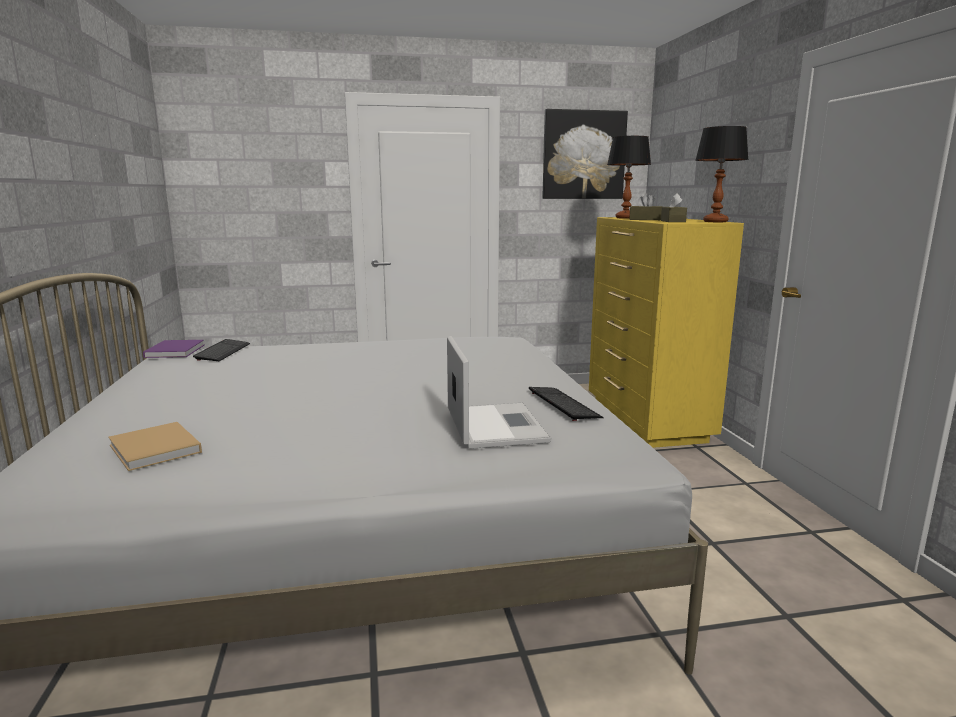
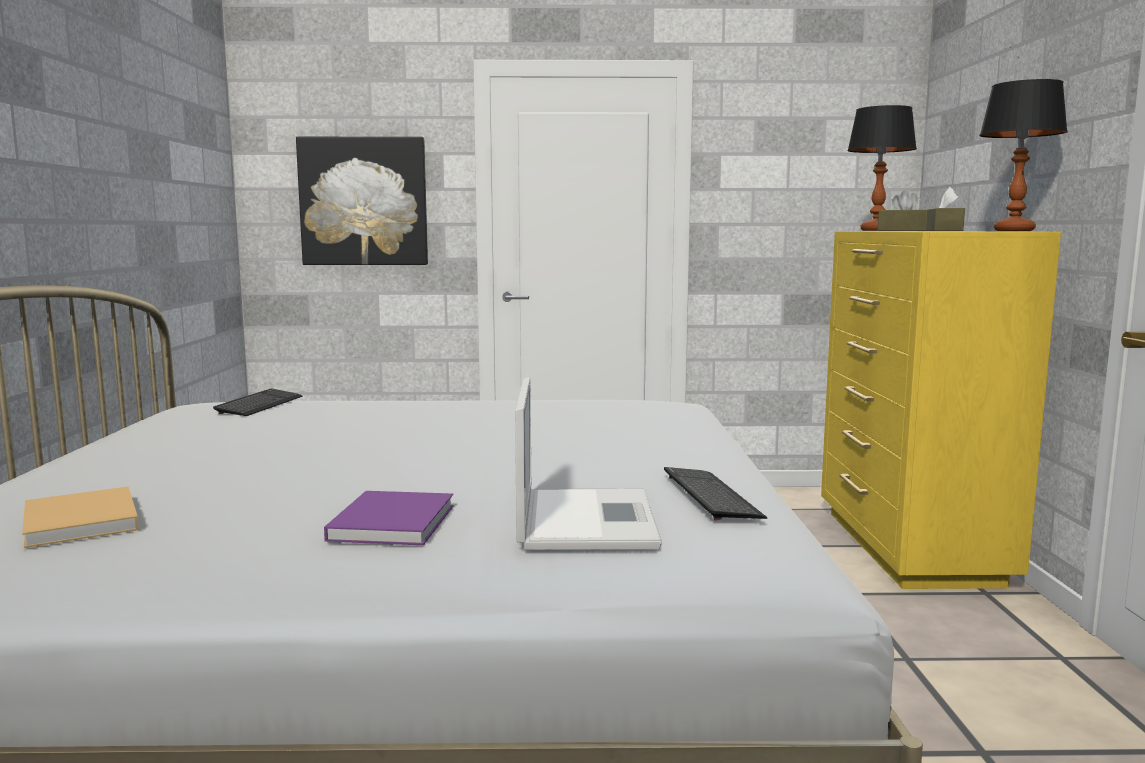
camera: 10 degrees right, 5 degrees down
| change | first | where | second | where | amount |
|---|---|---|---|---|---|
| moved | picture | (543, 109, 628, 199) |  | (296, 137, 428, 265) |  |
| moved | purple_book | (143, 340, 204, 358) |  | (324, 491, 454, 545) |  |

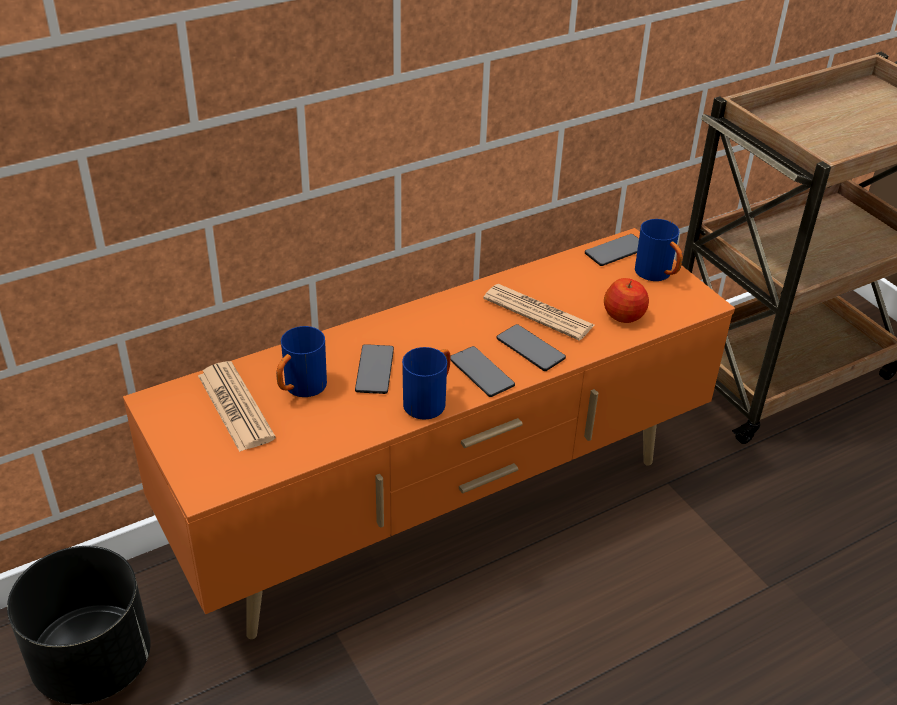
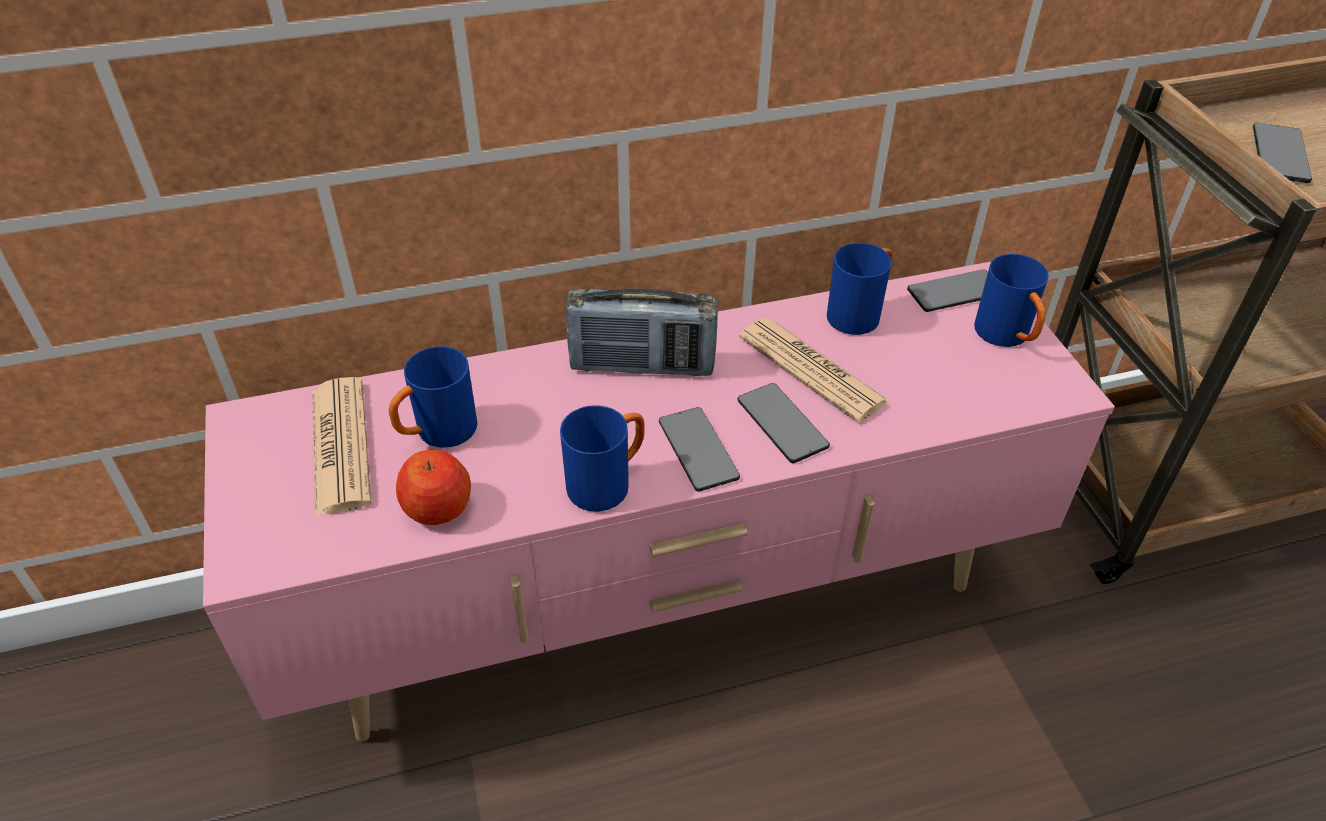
camera: 15 degrees right, 5 degrees up
| change | first | where | second | where | amount |
|---|---|---|---|---|---|
| recoloured | orange_tv_unit | (123, 228, 735, 639) | pink-coloured_tv_unit | (203, 262, 1115, 742) |  |
| moved | apple | (604, 278, 649, 323) |  | (396, 450, 471, 525) |  |
| moved | handset | (355, 344, 394, 394) |  | (1253, 123, 1312, 183) |  |
| removed | blackish_planter | (7, 546, 151, 704) |  |  |  |
| added |  |  | blue-coloured_coffee_mug | (827, 243, 893, 335) |  |
| added |  |  | radio | (566, 288, 718, 376) |  |

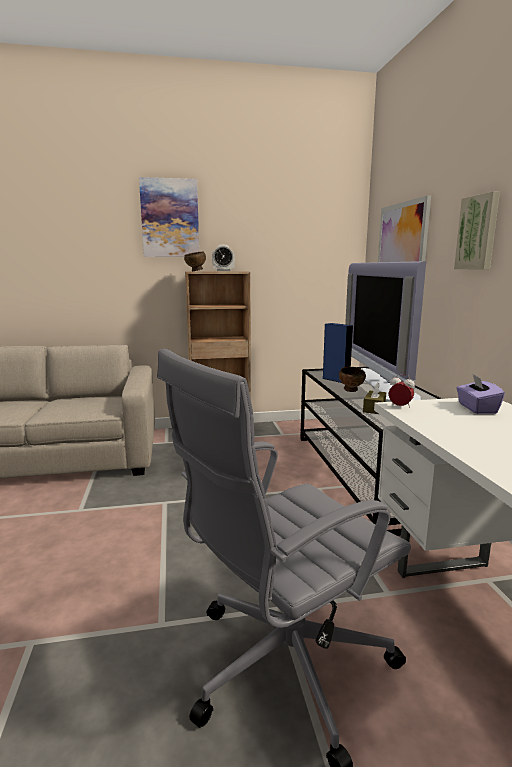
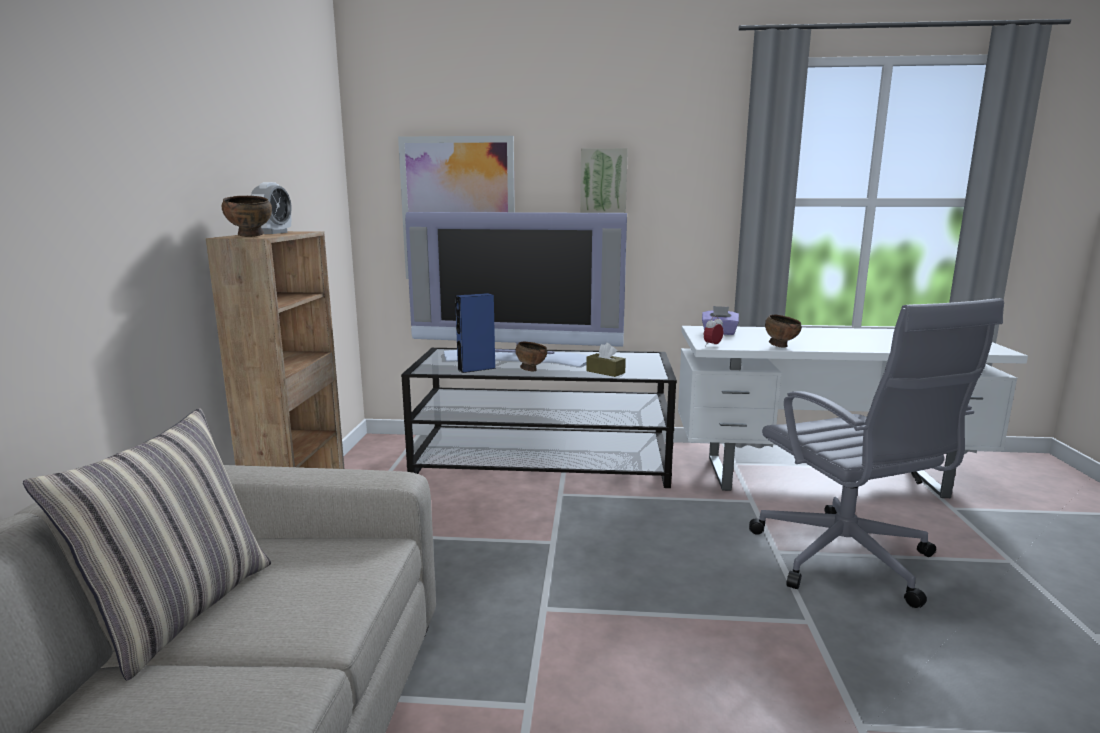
camera: 75 degrees left, 0 degrees up
| change | first | where | second | where | amount |
|---|---|---|---|---|---|
| removed | picture | (139, 177, 199, 257) |  |  |  |
| added |  |  | brownish_serving_bowl | (765, 315, 802, 348) |  |
| added |  |  | pillow | (23, 408, 271, 681) |  |

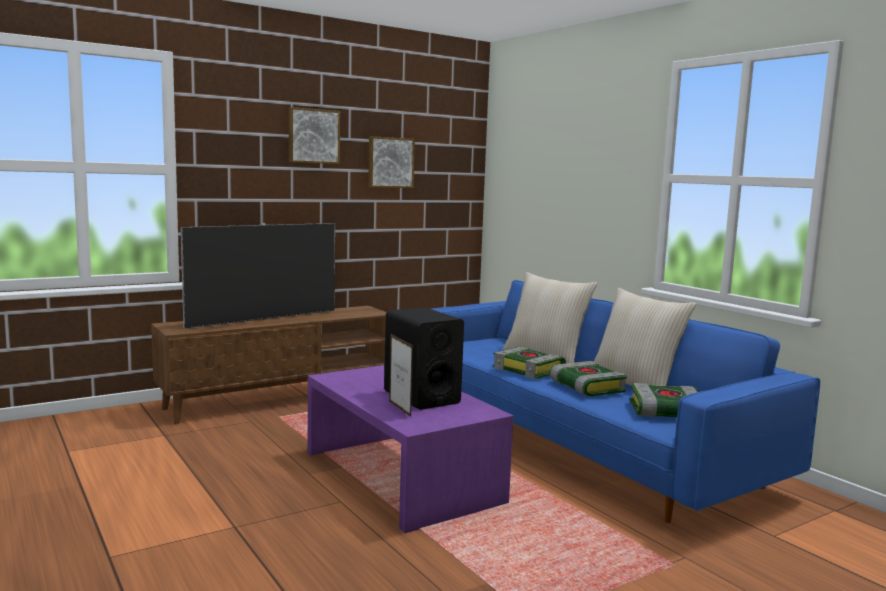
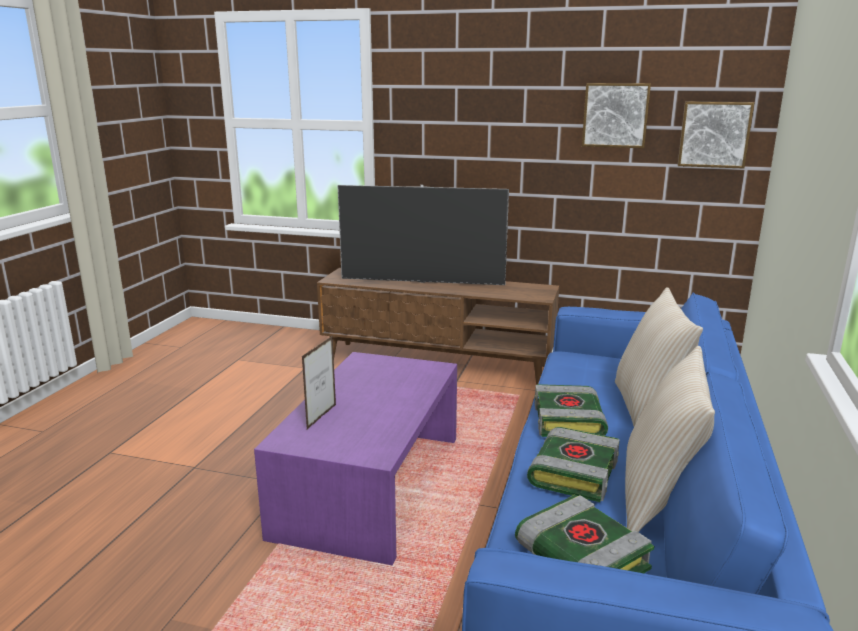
camera: 50 degrees right, 10 degrees up
| change | first | where | second | where | amount |
|---|---|---|---|---|---|
| moved | picture | (289, 107, 340, 164) |  | (678, 101, 754, 169) |  |
| removed | blackish_audio_speaker | (384, 307, 464, 410) |  |  |  |

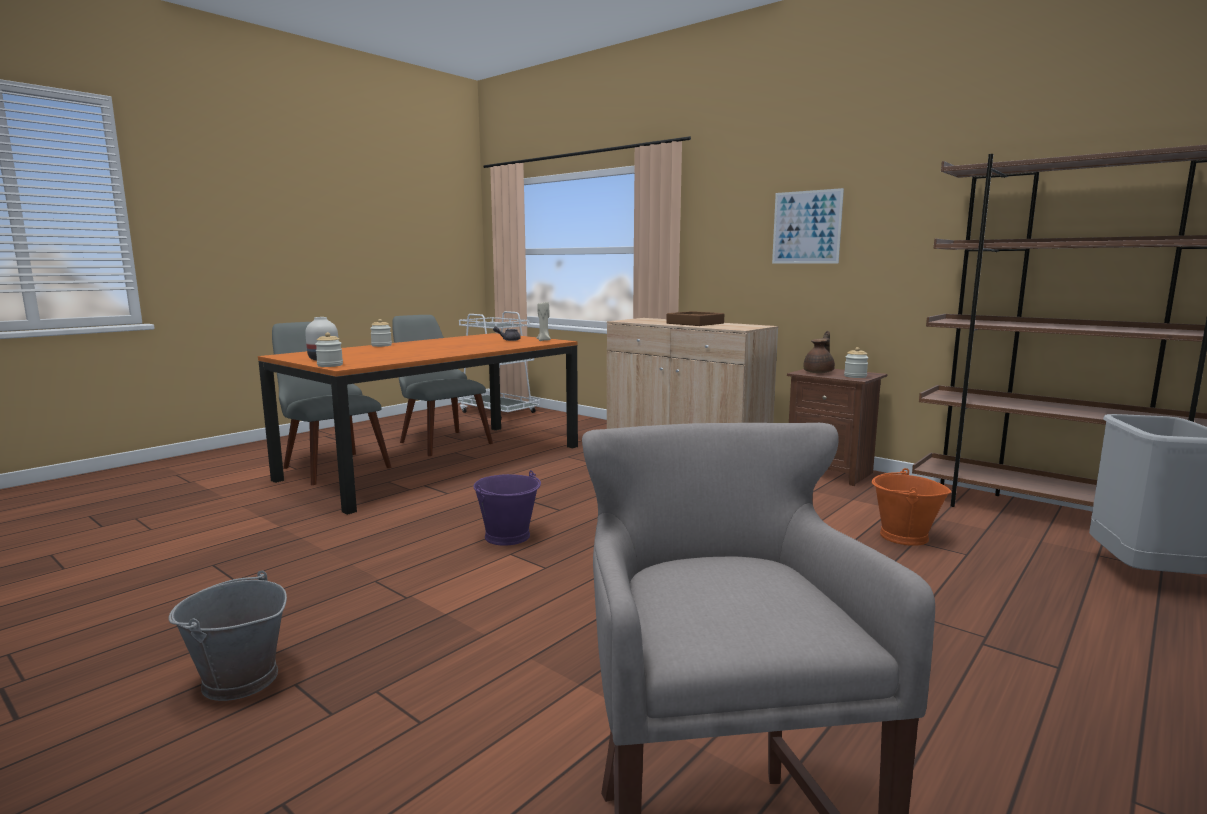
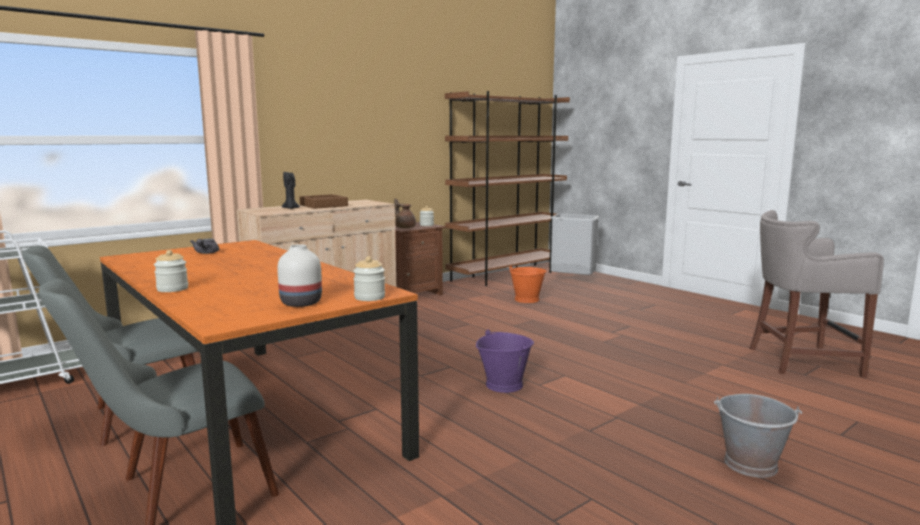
camera: 80 degrees left, 0 degrees up
| change | first | where | second | where | amount |
|---|---|---|---|---|---|
| removed | picture | (772, 188, 844, 264) |  |  |  |
| removed | beige-coloured_wax_light | (537, 302, 551, 341) |  |  |  |
| added |  |  | blackish_wax_light | (282, 172, 300, 209) |  |

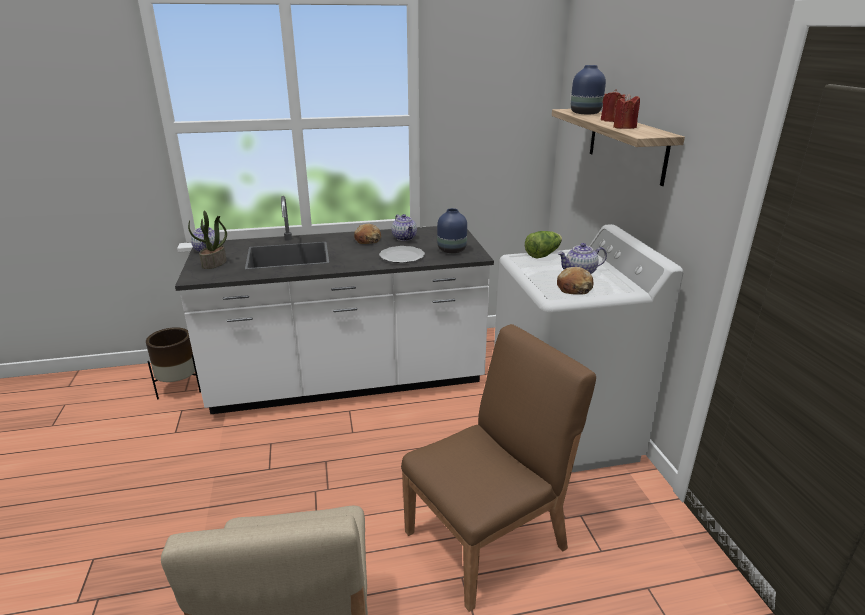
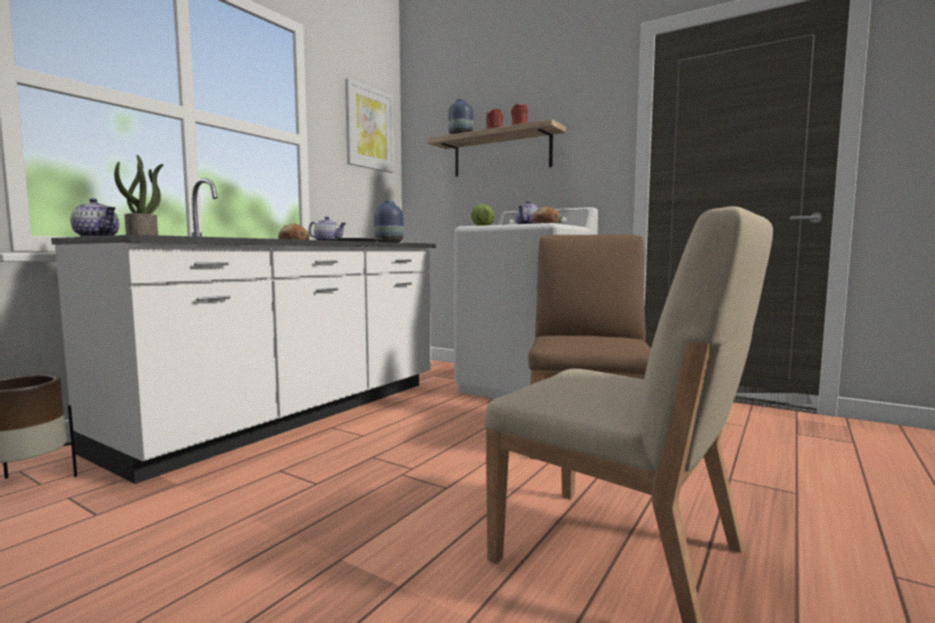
camera: 45 degrees left, 20 degrees down
| change | first | where | second | where | amount |
|---|---|---|---|---|---|
| added |  |  | picture | (345, 78, 394, 173) |  |

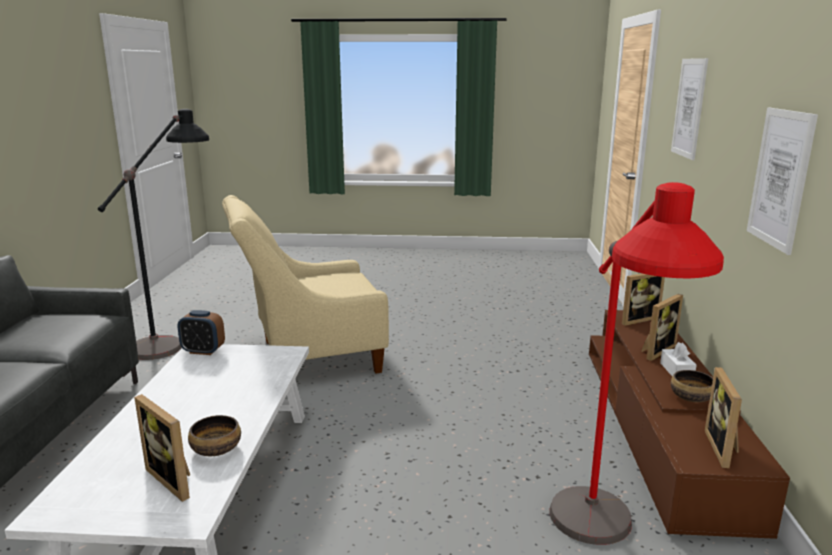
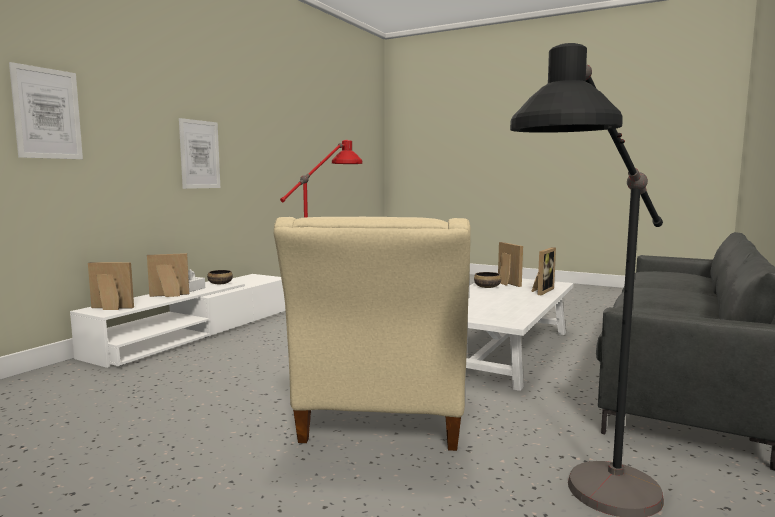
camera: 155 degrees left, 10 degrees down
| change | first | where | second | where | amount |
|---|---|---|---|---|---|
| turned | beige-coloured_easy_chair | (222, 195, 389, 373) |  | (274, 217, 471, 451) | 90 degrees clockwise |
| removed | alarm_clock | (178, 310, 225, 355) |  |  |  |
| recoloured | brownish_tv_unit | (589, 310, 790, 539) | white-coloured_tv_unit | (70, 274, 285, 368) |  |
| moved | picture_frame | (705, 367, 742, 468) |  | (531, 247, 556, 296) |  |

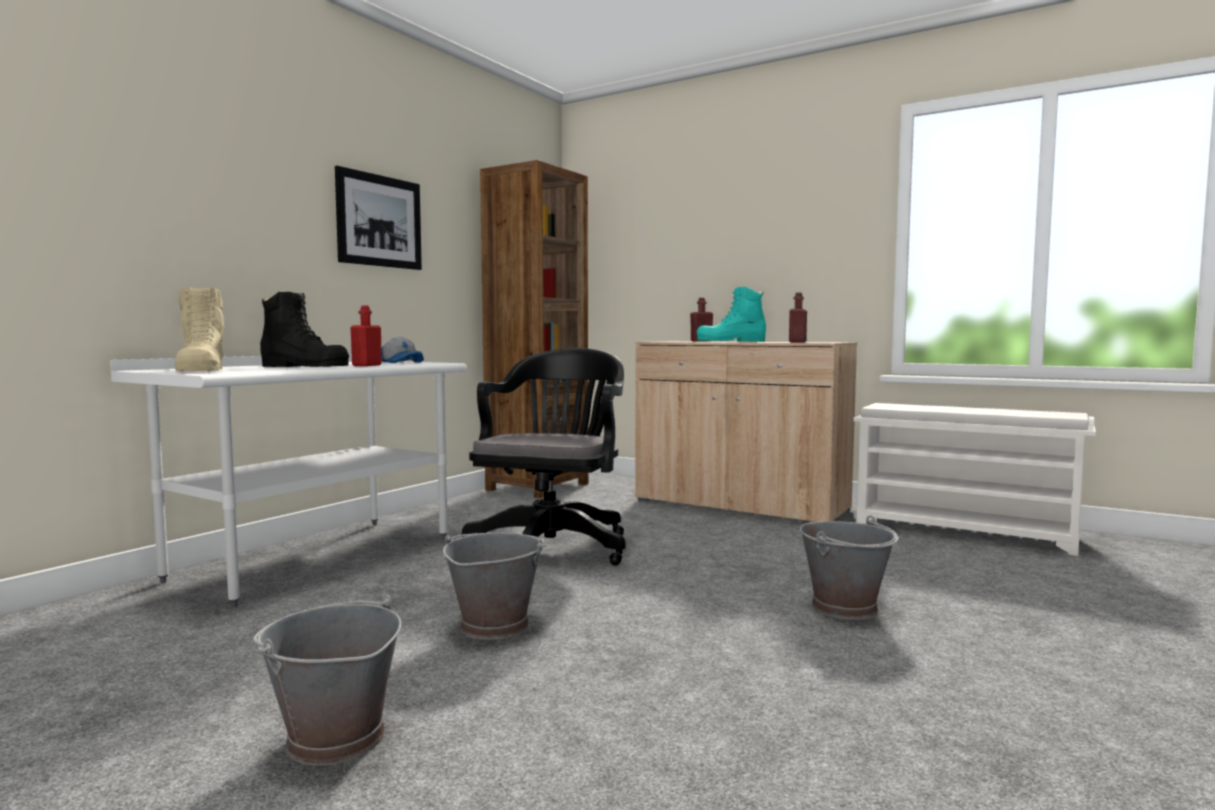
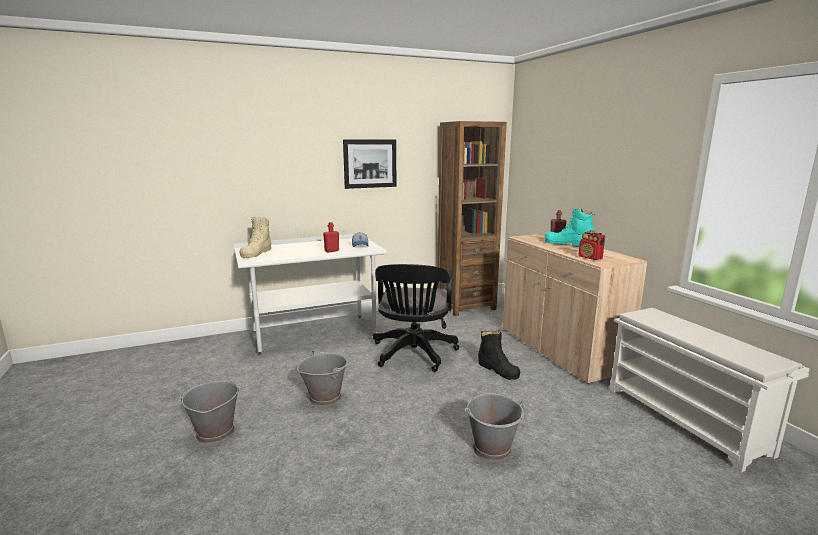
camera: 35 degrees right, 10 degrees up
| change | first | where | second | where | amount |
|---|---|---|---|---|---|
| moved | blackish_boot | (260, 292, 349, 367) |  | (478, 330, 520, 380) |  |
| replaced | red-coloured_beverage_bottle | (789, 292, 807, 343) | radio | (579, 230, 605, 260) |  |
| turned | blackish_computer_chair | (462, 348, 625, 566) |  | (373, 264, 459, 372) | 135 degrees clockwise |

